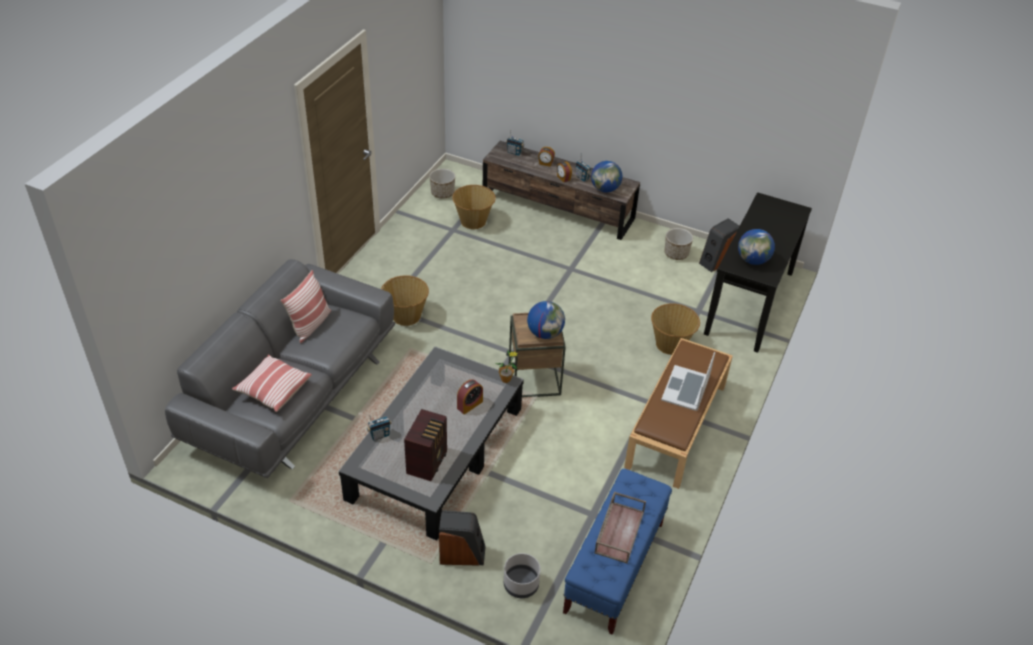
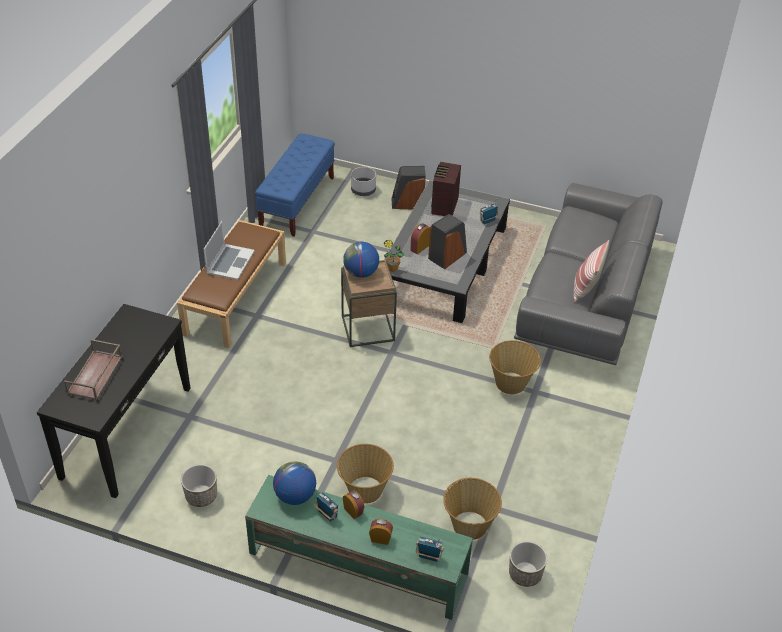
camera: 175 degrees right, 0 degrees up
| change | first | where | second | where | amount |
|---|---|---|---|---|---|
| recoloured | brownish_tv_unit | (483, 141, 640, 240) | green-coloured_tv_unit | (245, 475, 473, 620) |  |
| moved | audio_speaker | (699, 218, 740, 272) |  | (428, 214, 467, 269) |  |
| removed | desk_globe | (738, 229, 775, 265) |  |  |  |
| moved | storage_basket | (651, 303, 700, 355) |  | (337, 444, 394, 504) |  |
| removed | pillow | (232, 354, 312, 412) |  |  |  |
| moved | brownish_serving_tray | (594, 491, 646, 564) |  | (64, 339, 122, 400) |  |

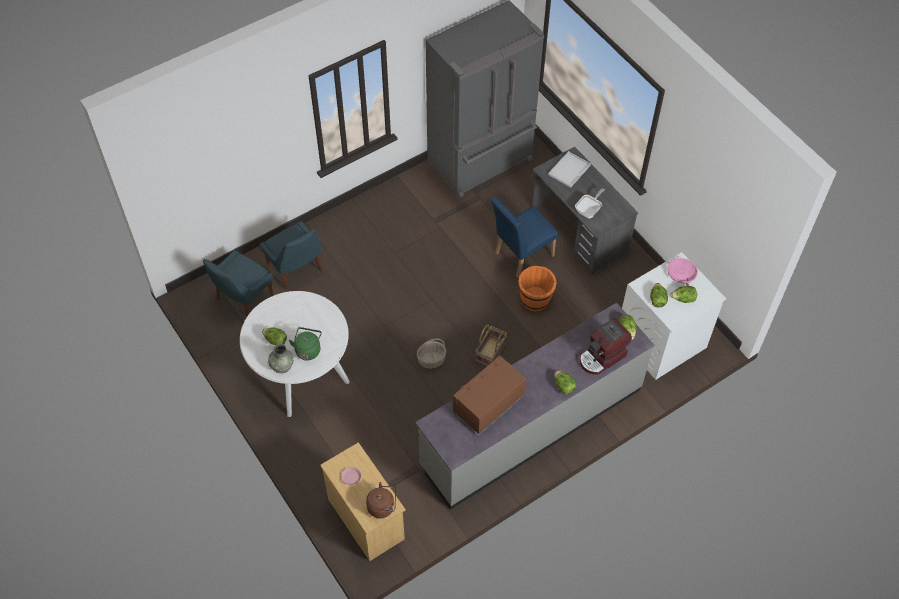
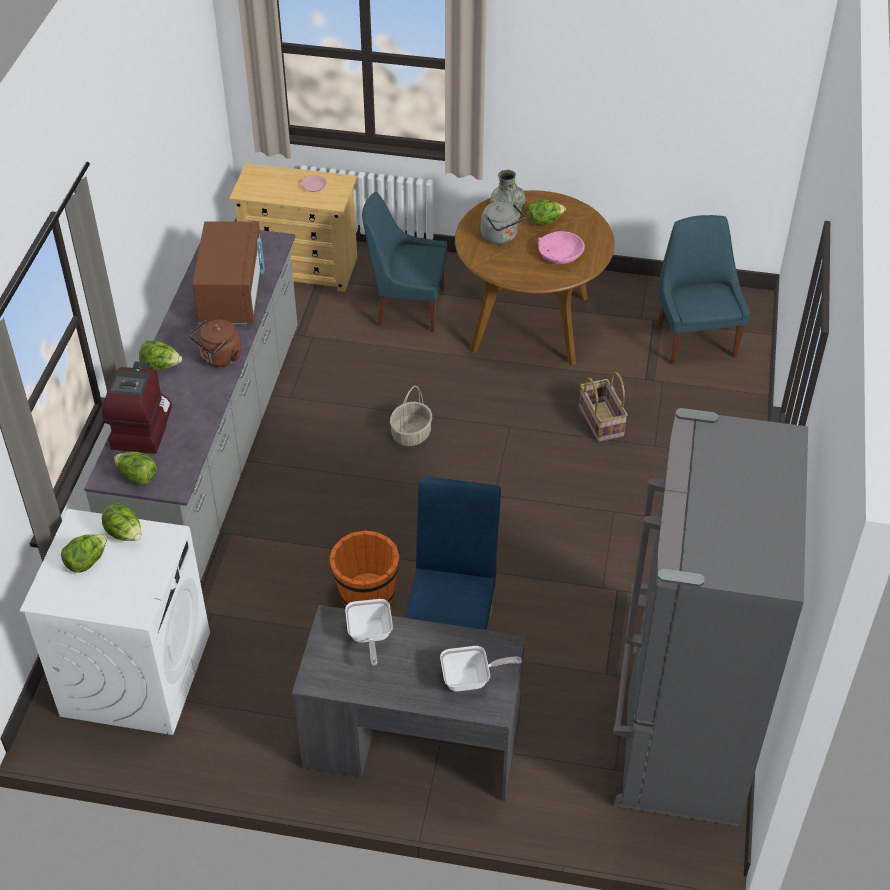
camera: 135 degrees right, 10 degrees down
| change | first | where | second | where | amount |
|---|---|---|---|---|---|
| replaced | white-coloured_serving_tray | (548, 151, 591, 188) | pan | (440, 646, 522, 692) |  |
| moved | blue-coloured_plain_chair | (260, 221, 323, 291) |  | (362, 192, 447, 332) |  |
| moved | pink-coloured_serving_bowl | (667, 258, 698, 286) |  | (538, 231, 585, 264) |  |
| recoloured | white-coloured_kitchen_table | (240, 291, 350, 417) | brownish_kitchen_table | (455, 190, 615, 365) |  |
| moved | storage_basket | (475, 325, 507, 366) |  | (579, 372, 628, 442) |  |
| recoloured | green-coloured_kettle | (289, 327, 322, 360) | gray_kettle | (481, 202, 525, 244) |  |
| moved | brownish_kettle | (366, 482, 396, 518) |  | (189, 320, 242, 367) |  |

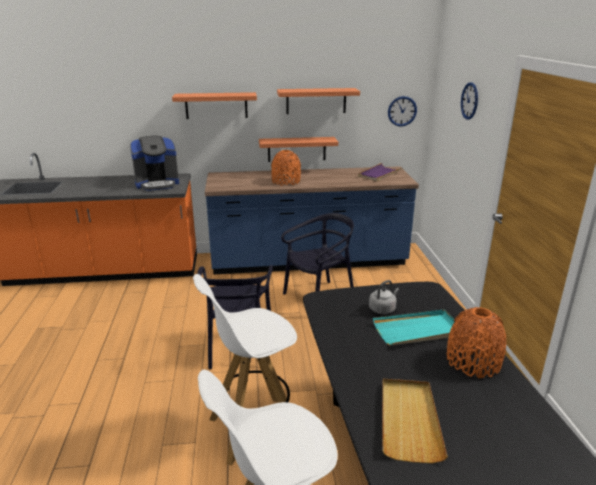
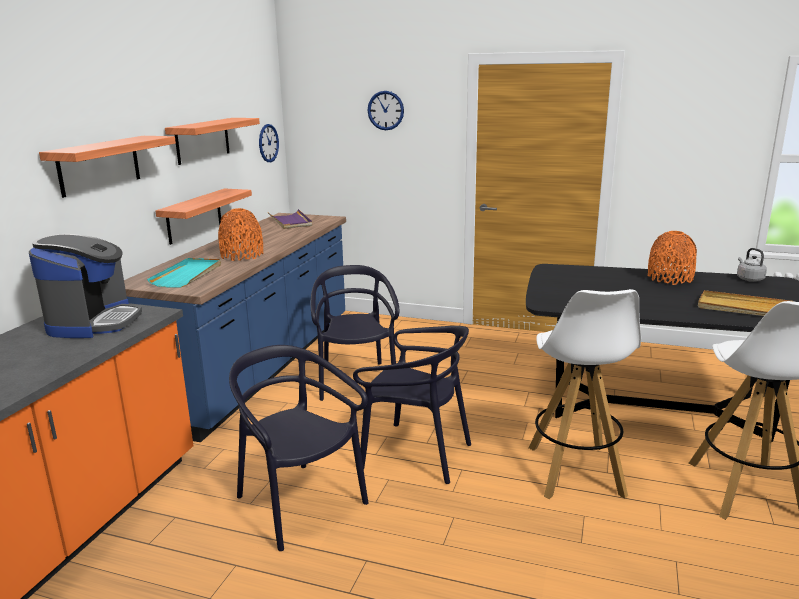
camera: 65 degrees left, 5 degrees down
| change | first | where | second | where | amount |
|---|---|---|---|---|---|
| moved | gray_kettle | (369, 280, 399, 314) |  | (737, 248, 767, 282) |  |
| moved | blue-green_serving_tray | (373, 309, 455, 345) |  | (147, 258, 221, 288) |  |
| added |  |  | blackish_plain_chair | (229, 345, 369, 551) |  |

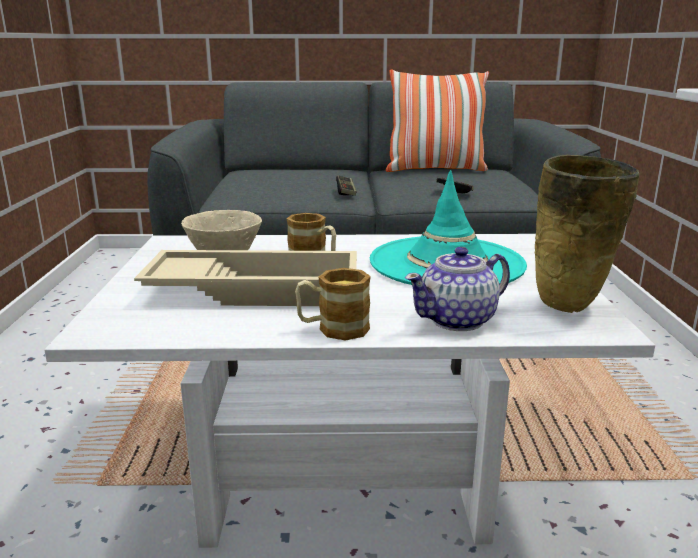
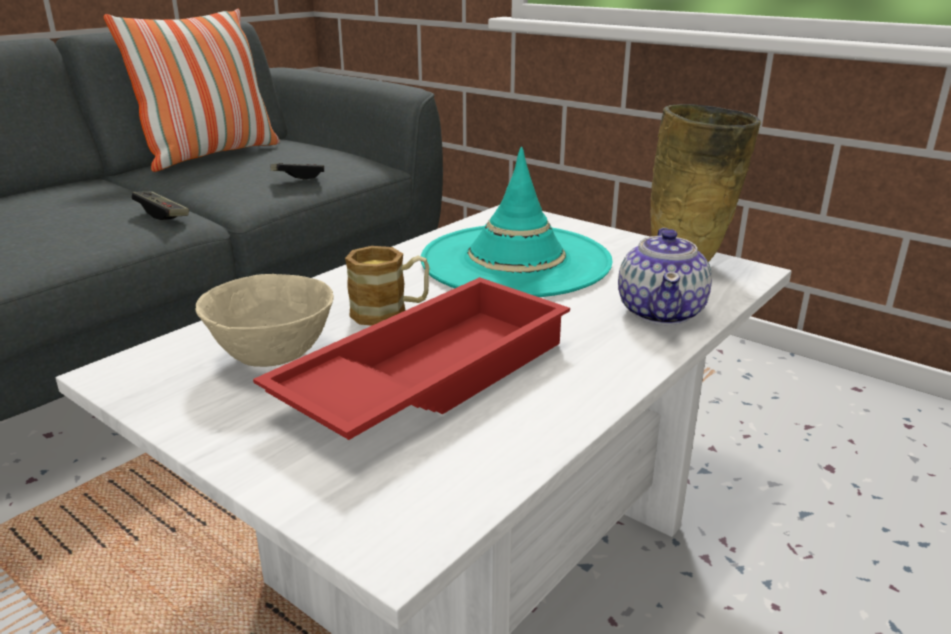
camera: 50 degrees left, 5 degrees up
| change | first | where | second | where | amount |
|---|---|---|---|---|---|
| recoloured | beige-coloured_serving_tray | (134, 250, 357, 306) | red-coloured_serving_tray | (253, 277, 570, 440) |  |
| removed | coffee_mug | (295, 268, 371, 340) |  |  |  |

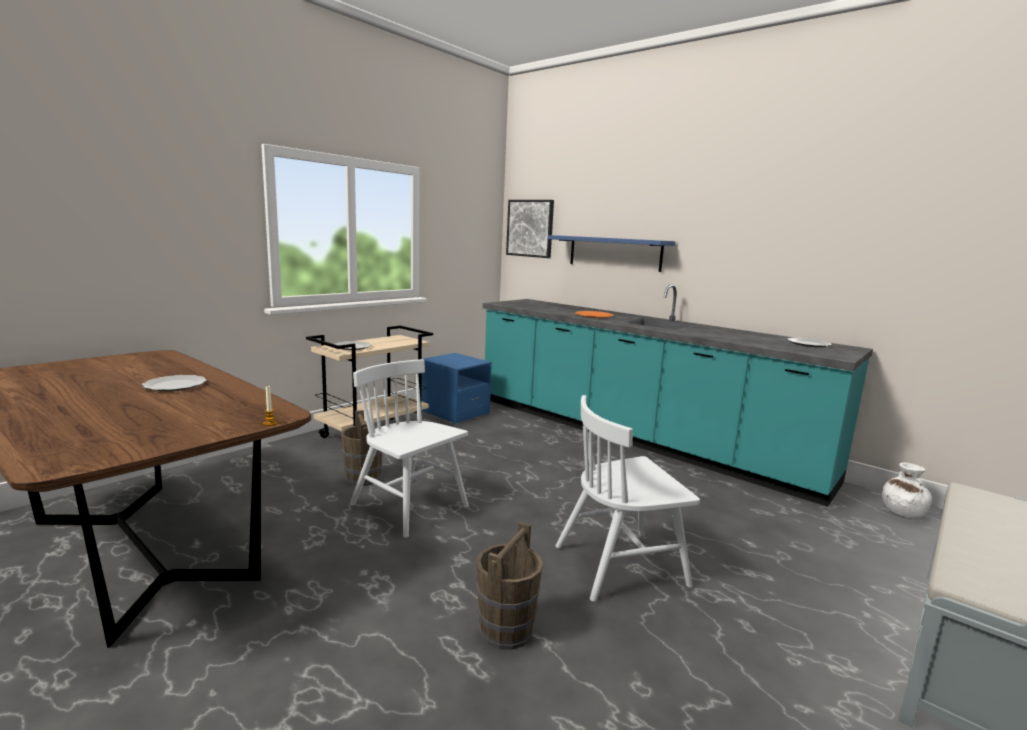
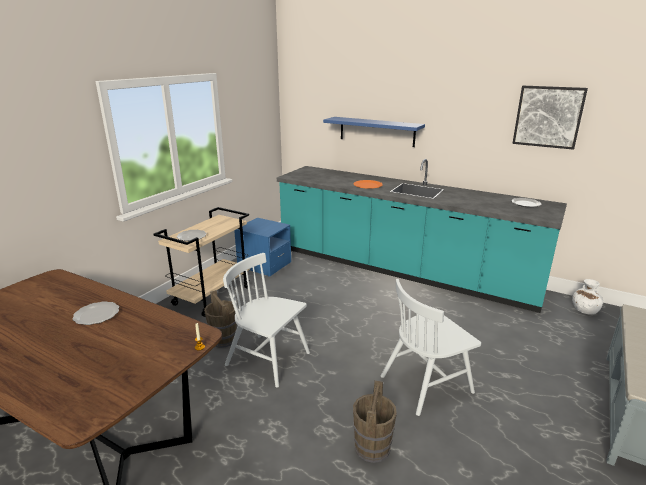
camera: 10 degrees left, 10 degrees up
| change | first | where | second | where | amount |
|---|---|---|---|---|---|
| moved | picture | (506, 200, 554, 258) |  | (512, 86, 588, 150) |  |

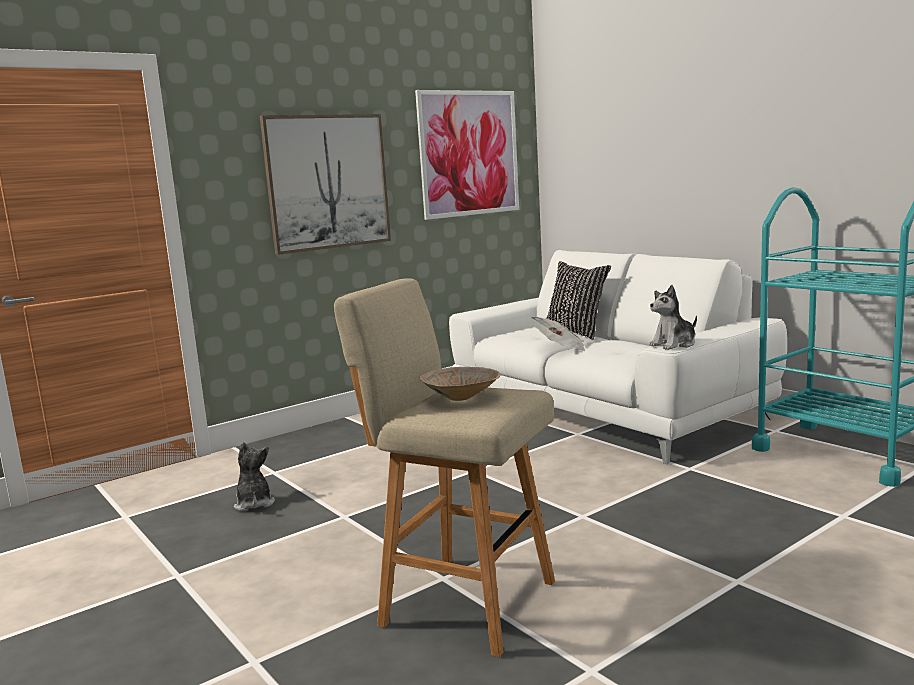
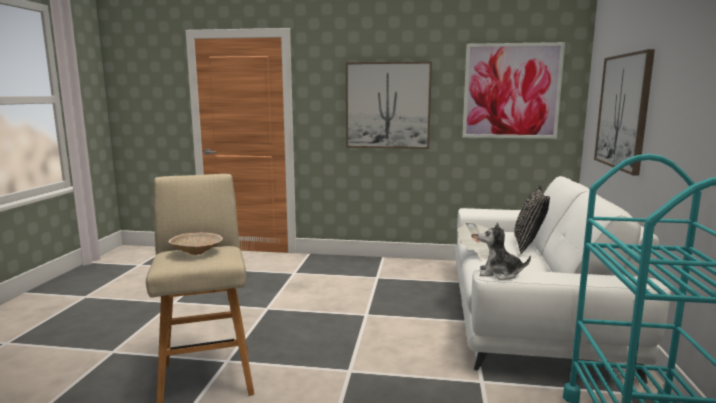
camera: 45 degrees right, 0 degrees up
| change | first | where | second | where | amount |
|---|---|---|---|---|---|
| removed | plush_toy | (234, 442, 275, 512) |  |  |  |
| added |  |  | picture | (594, 49, 655, 176) |  |

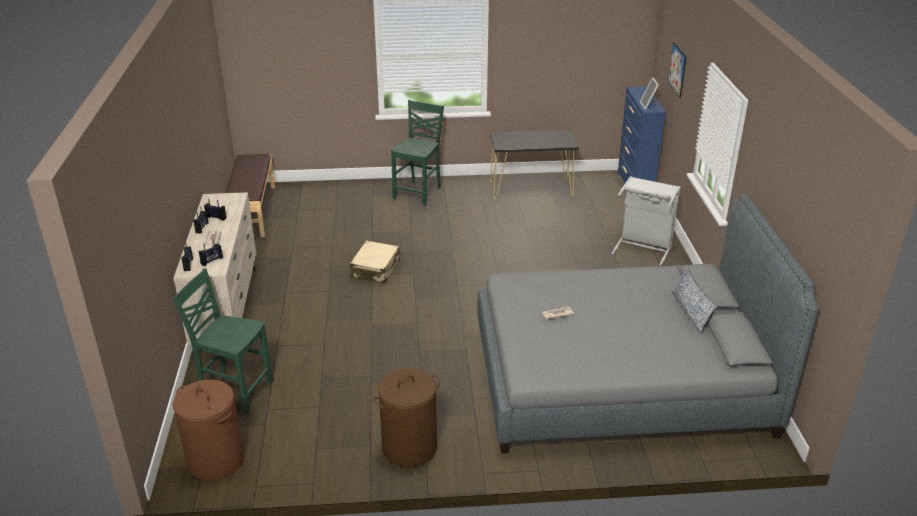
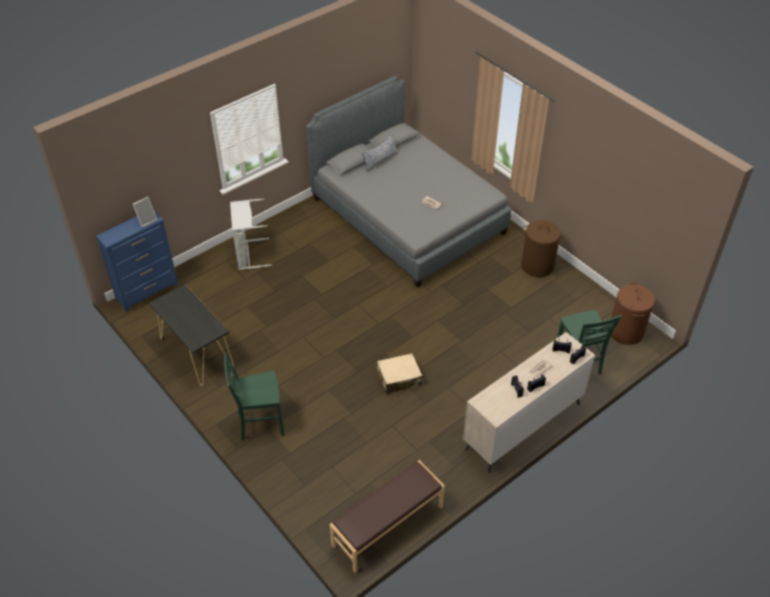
camera: 125 degrees left, 15 degrees up
| change | first | where | second | where | amount |
|---|---|---|---|---|---|
| removed | picture | (668, 43, 686, 98) |  |  |  |

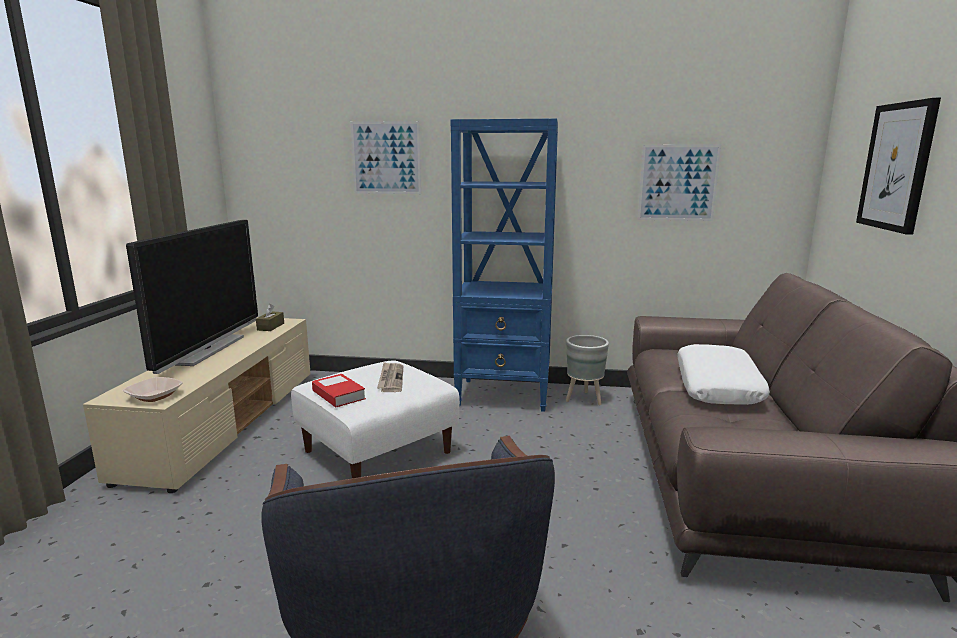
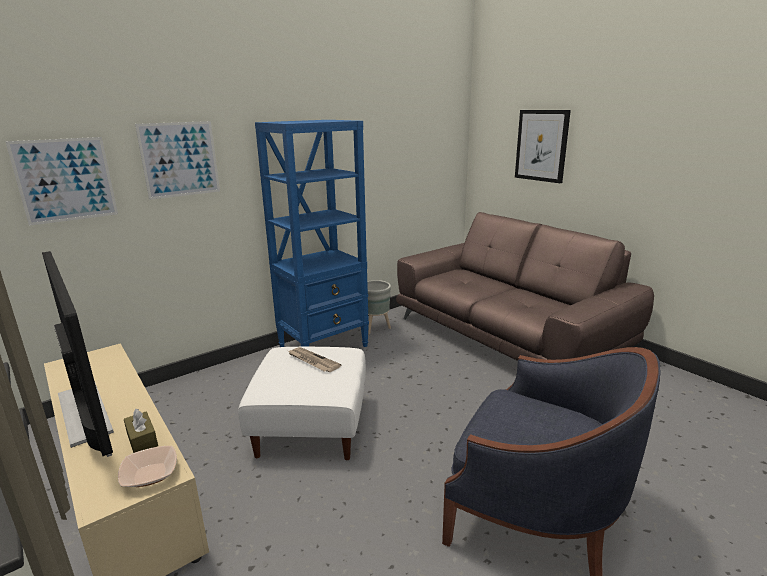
camera: 45 degrees left, 5 degrees up
| change | first | where | second | where | amount |
|---|---|---|---|---|---|
| moved | picture | (638, 145, 721, 221) |  | (5, 137, 118, 226) |  |
| moved | brownish_tissue_box | (256, 304, 284, 331) |  | (124, 409, 158, 453) |  |
| removed | white-coloured_pillow | (677, 344, 770, 405) |  |  |  |
| removed | book | (312, 374, 366, 407) |  |  |  |

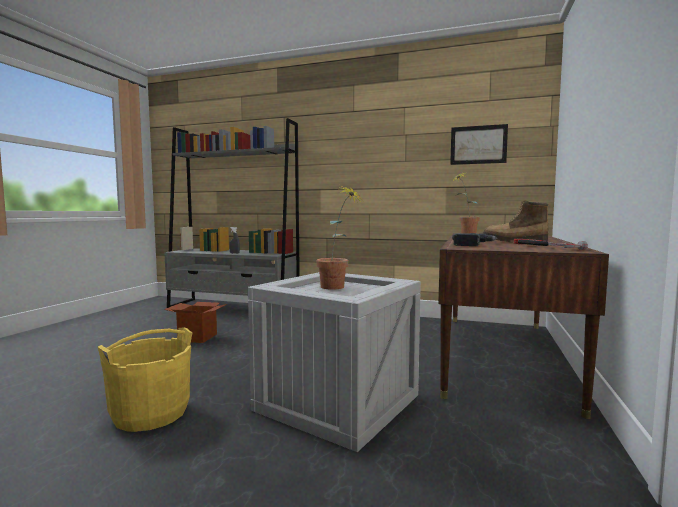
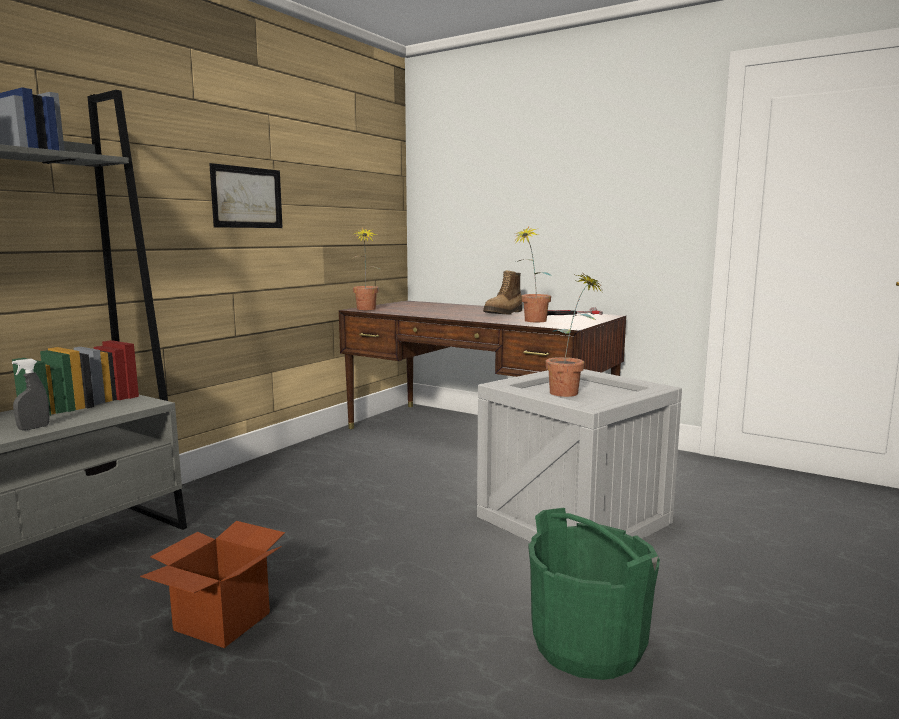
camera: 75 degrees left, 5 degrees up
| change | first | where | second | where | amount |
|---|---|---|---|---|---|
| moved | picture | (450, 124, 508, 165) |  | (209, 163, 283, 228) |  |
| replaced | electric_drill | (452, 233, 497, 246) | houseplant | (515, 227, 552, 322) |  |
| recoloured | yellowish_pail | (98, 328, 192, 432) | green-coloured_pail | (528, 508, 660, 680) |  |

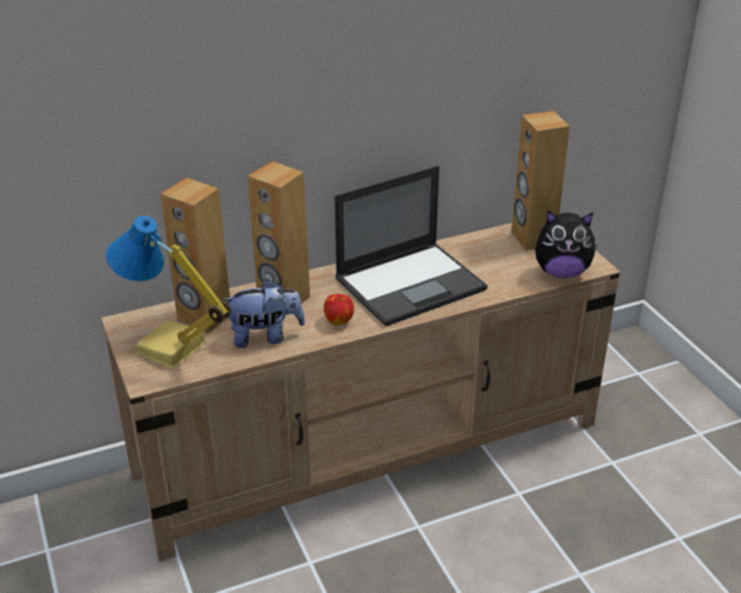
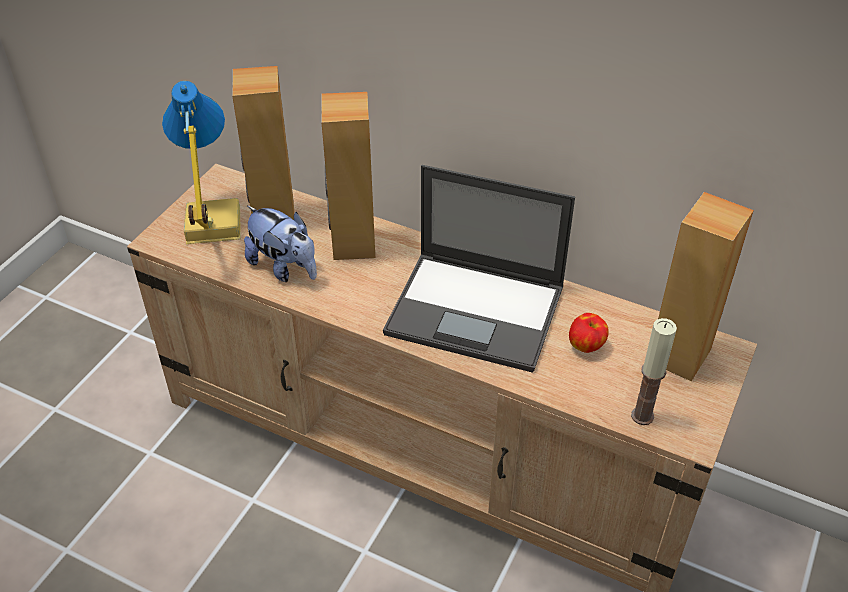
camera: 50 degrees right, 10 degrees up
| change | first | where | second | where | amount |
|---|---|---|---|---|---|
| replaced | plush_toy | (535, 211, 598, 278) | wax_light | (631, 318, 677, 425) |  |
| moved | apple | (324, 294, 354, 325) |  | (569, 313, 609, 353) |  |

